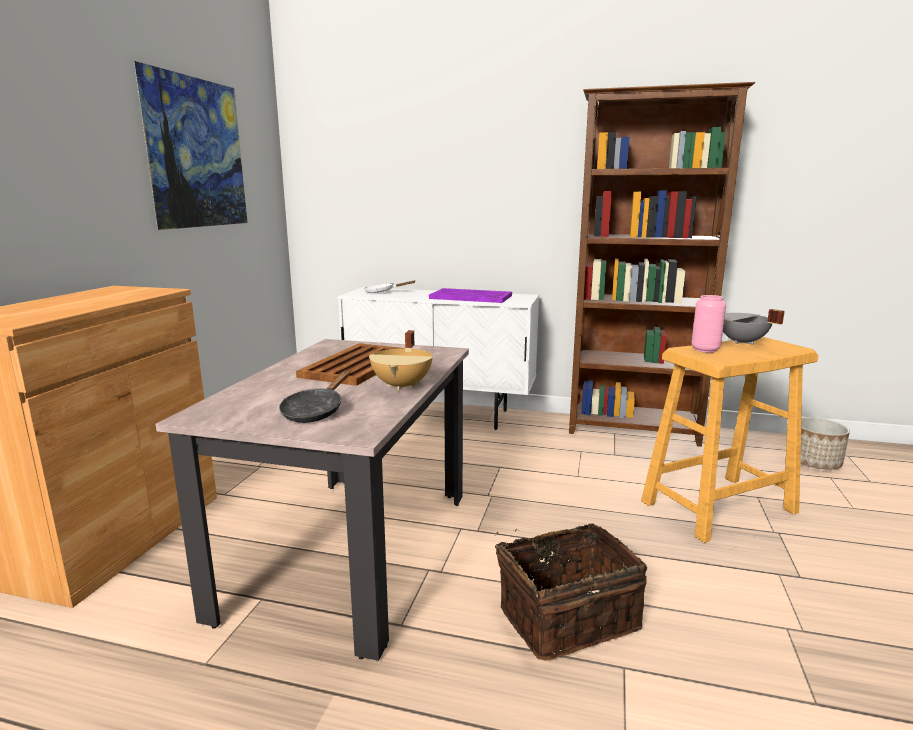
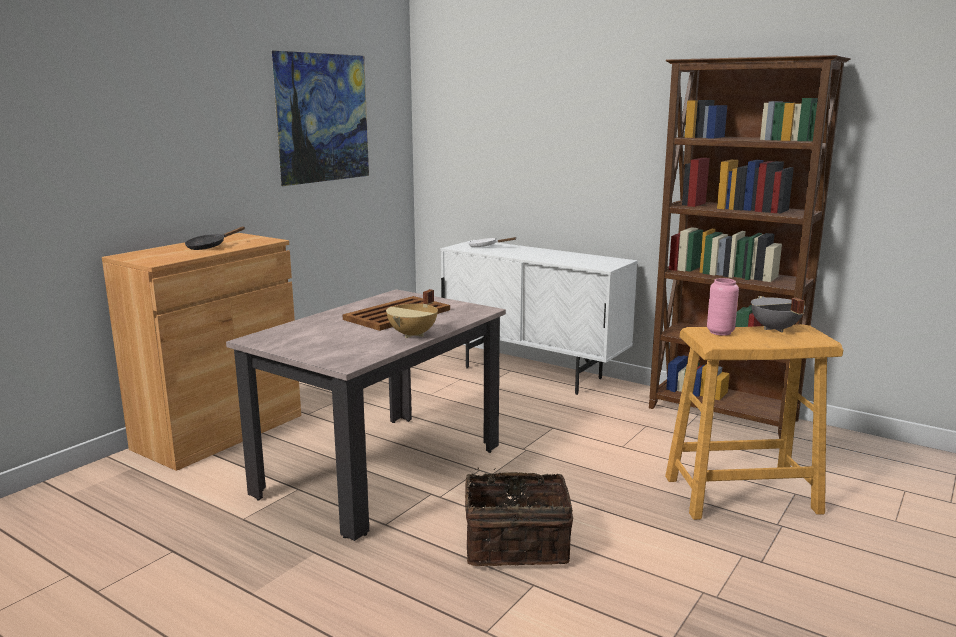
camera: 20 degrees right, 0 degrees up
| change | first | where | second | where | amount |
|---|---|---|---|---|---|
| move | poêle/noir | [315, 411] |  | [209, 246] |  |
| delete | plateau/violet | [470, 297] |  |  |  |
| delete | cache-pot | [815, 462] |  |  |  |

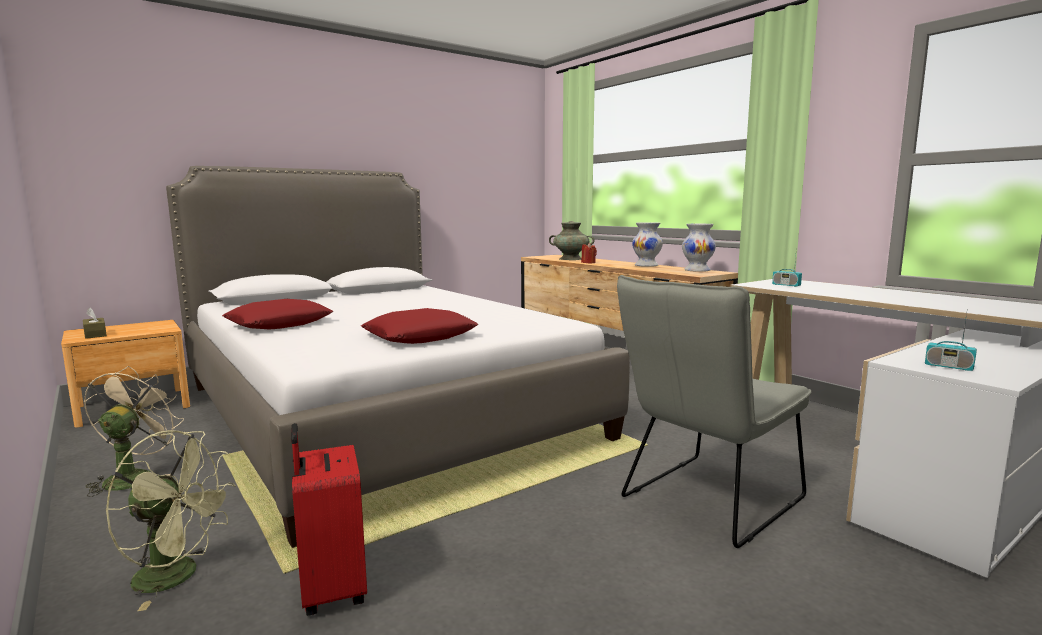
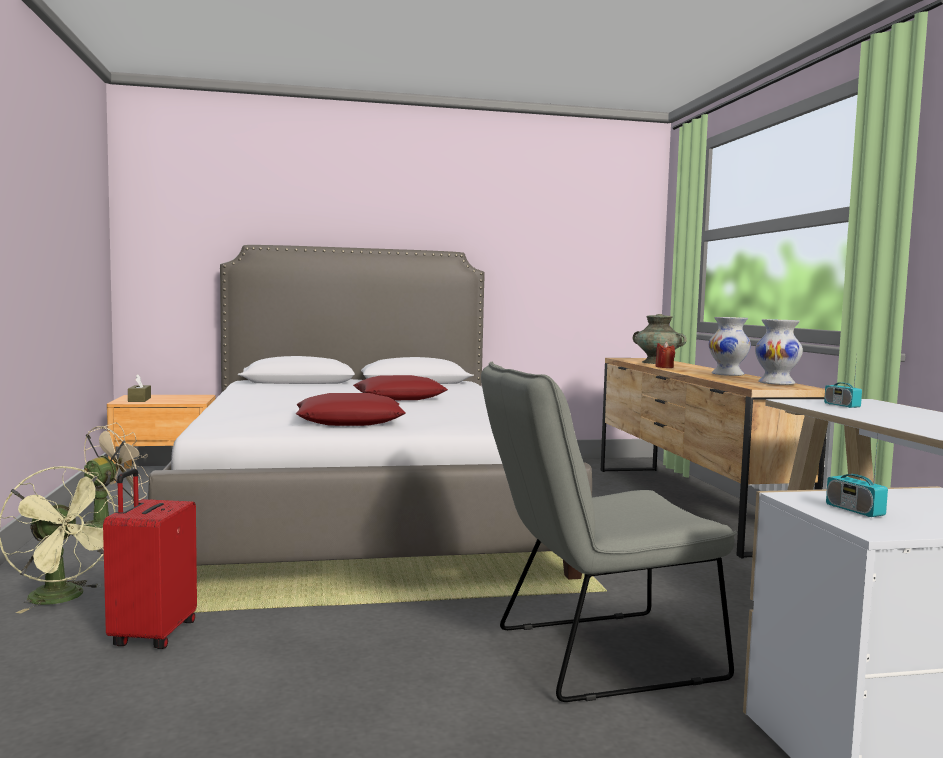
camera: 25 degrees right, 5 degrees down
| change | first | where | second | where | amount |
|---|---|---|---|---|---|
| move | coussin/rouge | [280, 323] |  | [400, 397] |  |

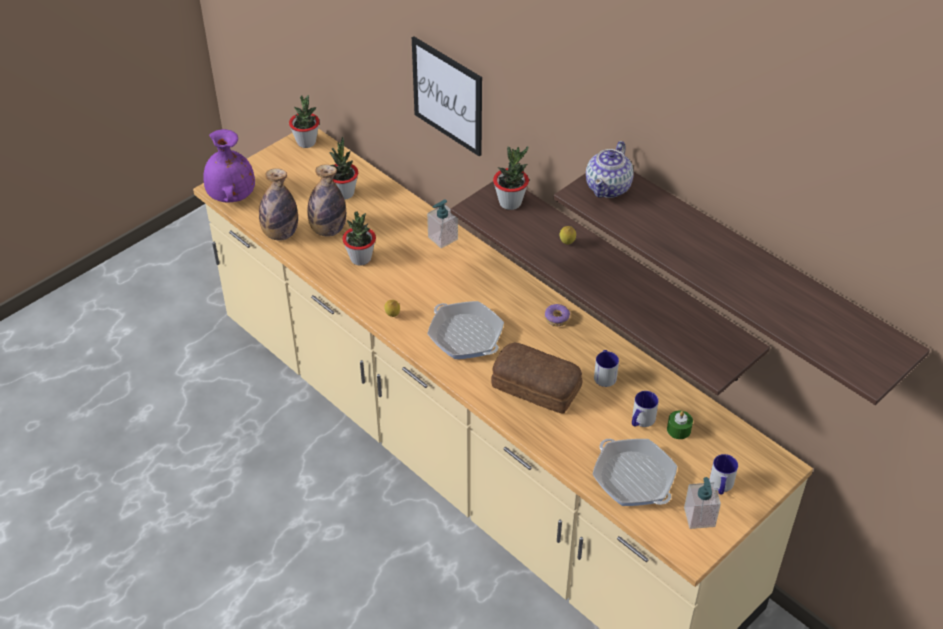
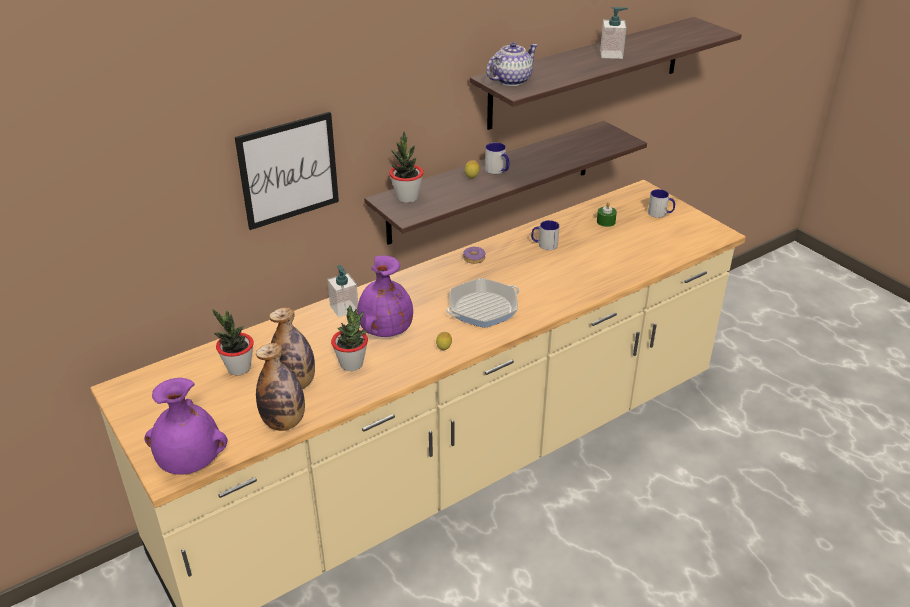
camera: 80 degrees left, 10 degrees down
| change | first | where | second | where | amount |
|---|---|---|---|---|---|
| delete | plante en pot | [306, 142] |  |  |  |
| delete | pain | [537, 388] |  |  |  |
| rotate | théière | [609, 187] |  | [510, 80] | 75 degrees counterclockwise |
| delete | poêle | [633, 478] |  |  |  |
| move | mug | [641, 421] |  | [497, 171] |  |
| move | distributeur de savon | [699, 517] |  | [611, 54] |  |
| insert |  |  | vase/violet | [385, 330] |  |

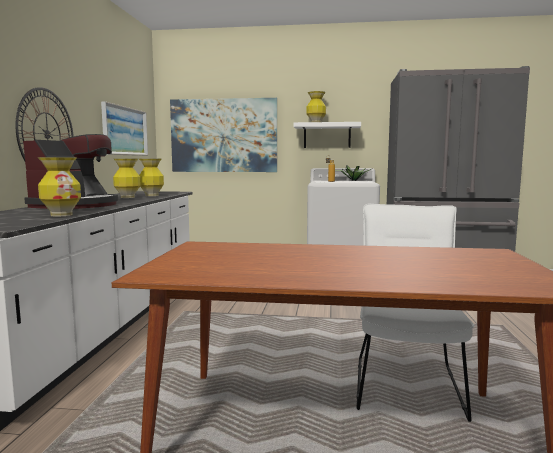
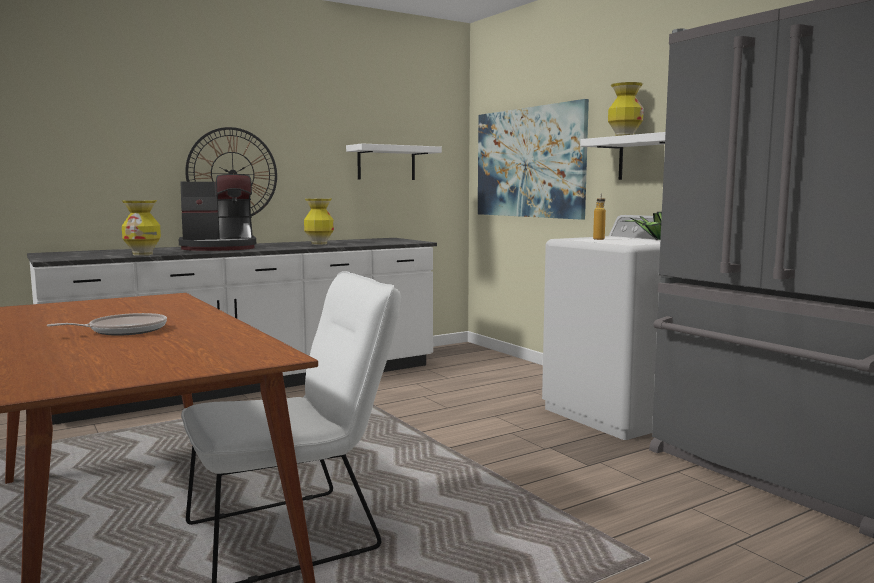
camera: 50 degrees right, 0 degrees up
| change | first | where | second | where | amount |
|---|---|---|---|---|---|
| replace | tableau | [125, 131] | étagère/blanc | [386, 163] |  |
| delete | vase | [151, 195] |  |  |  |
| insert |  |  | poêle | [124, 330] |  |

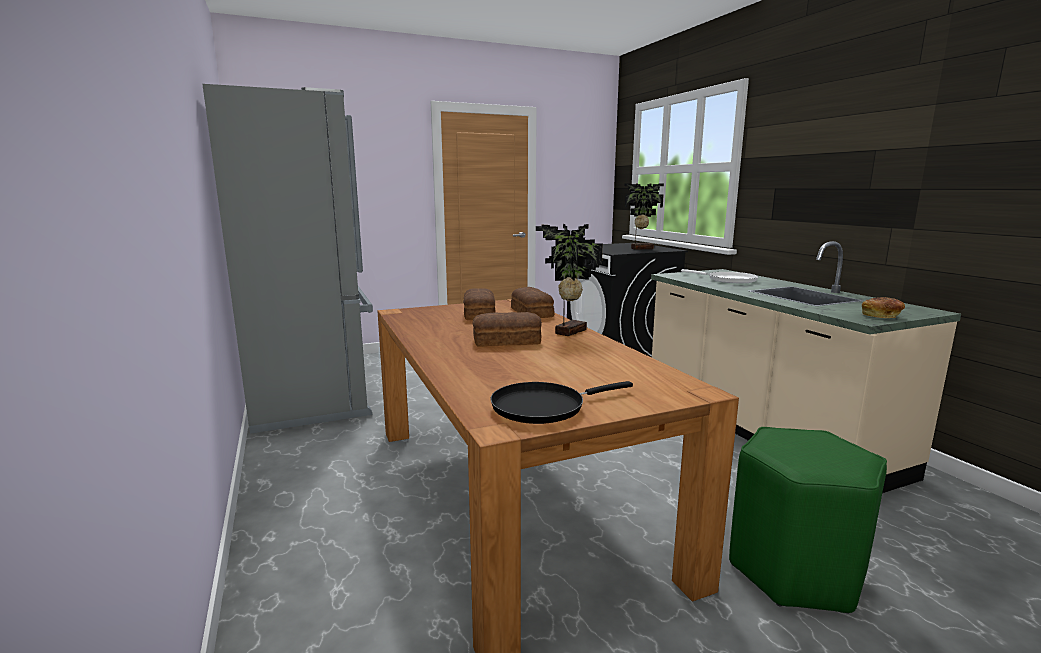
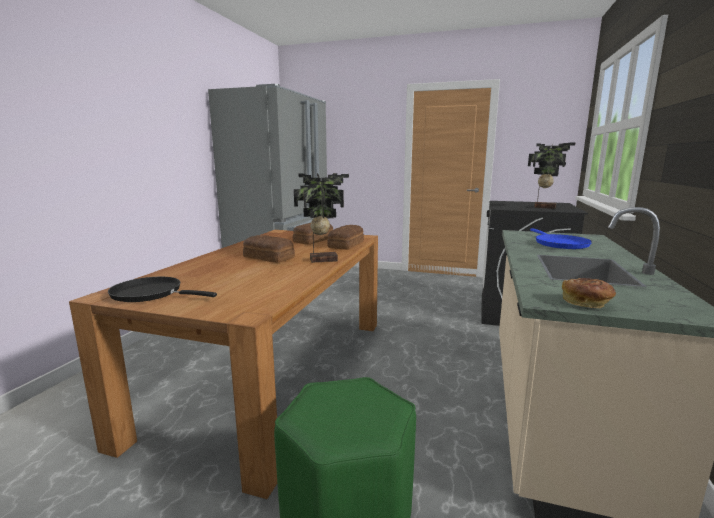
camera: 40 degrees right, 0 degrees up
| change | first | where | second | where | amount |
|---|---|---|---|---|---|
| recolor | poêle/blanc | [728, 280] | poêle/bleu | [559, 244] |  |

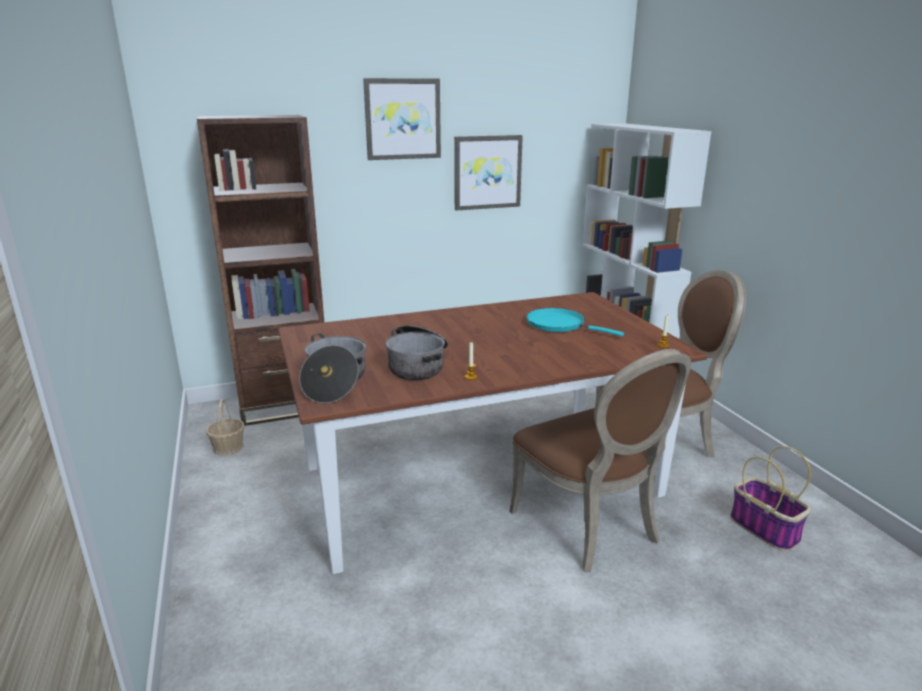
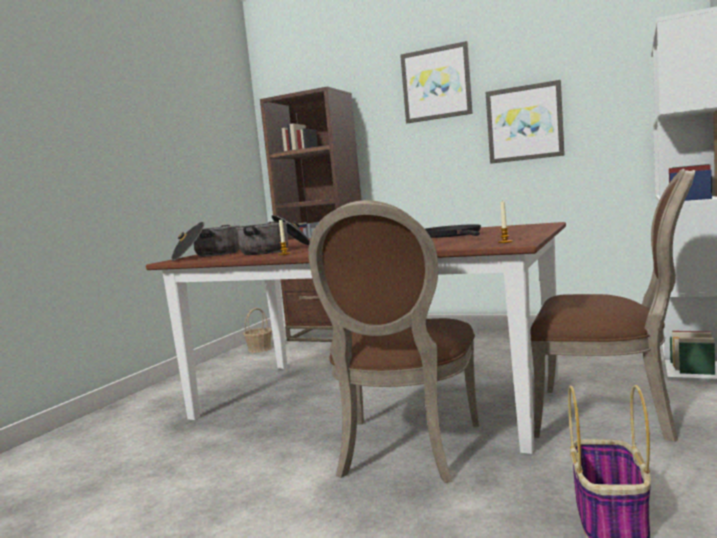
camera: 45 degrees right, 15 degrees down
| change | first | where | second | where | amount |
|---|---|---|---|---|---|
| recolor | poêle/turquoise | [559, 325] | poêle/noir | [451, 235] |  |

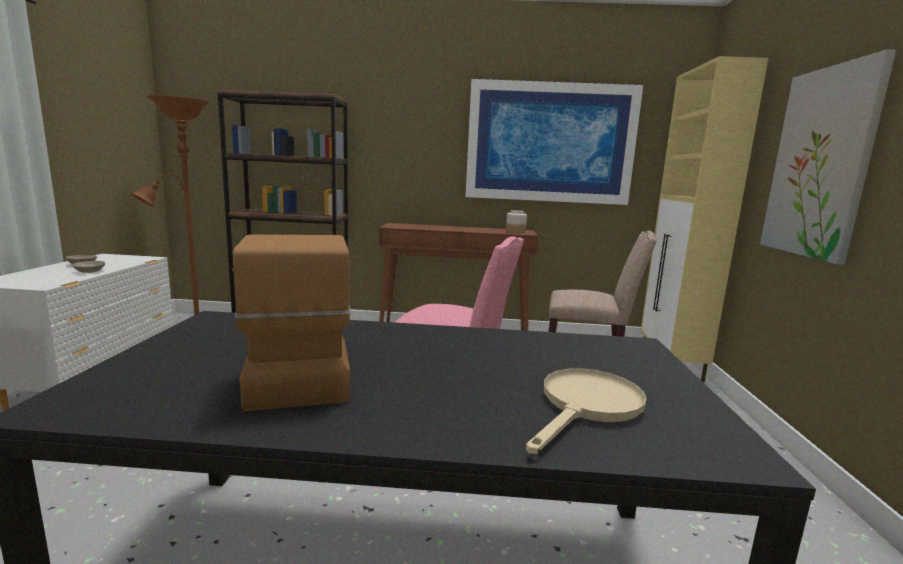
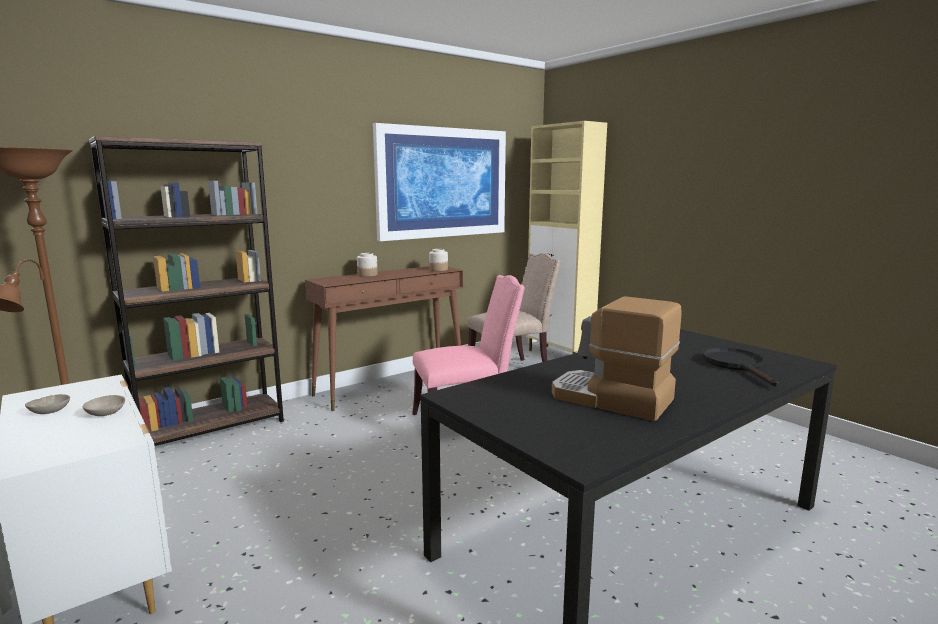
camera: 40 degrees left, 0 degrees up
| change | first | where | second | where | amount |
|---|---|---|---|---|---|
| recolor | poêle/beige | [586, 407] | poêle/noir | [736, 365] |  |
| delete | tableau | [820, 163] |  |  |  |
| insert |  |  | bocal | [367, 275] |  |

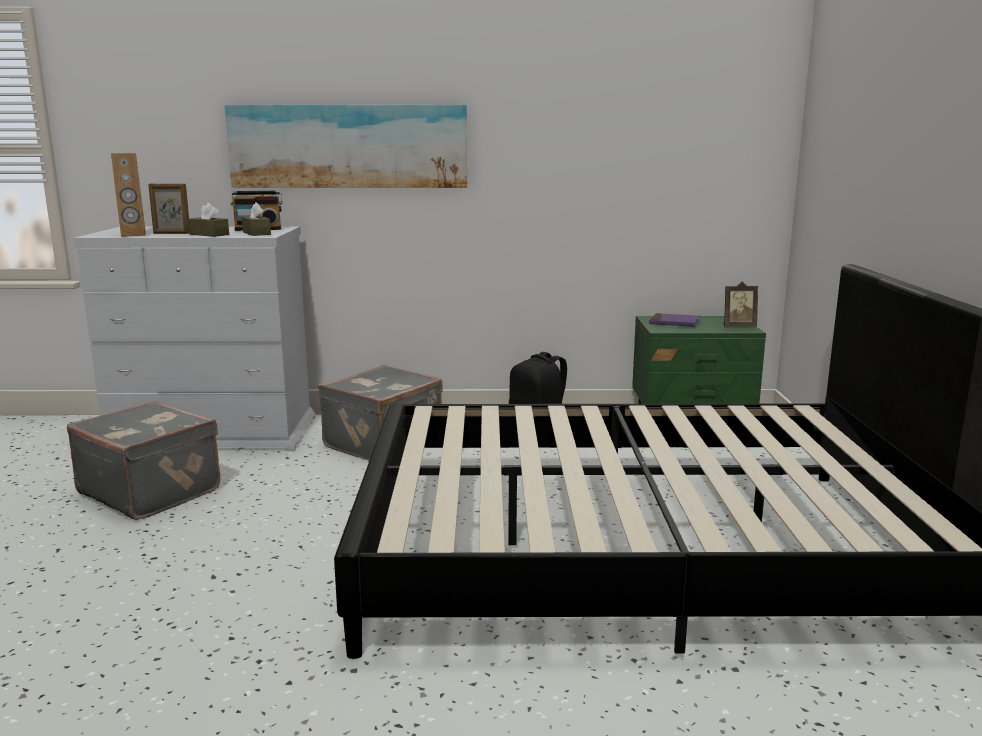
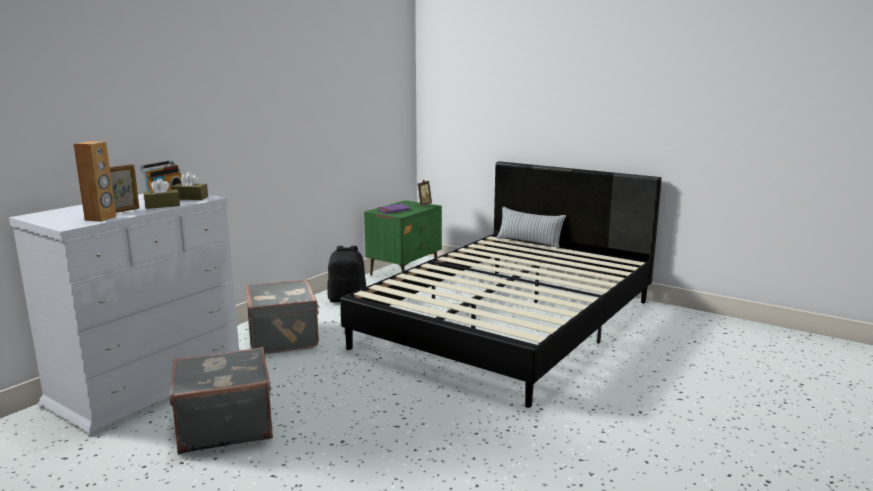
camera: 55 degrees left, 0 degrees up
| change | first | where | second | where | amount |
|---|---|---|---|---|---|
| delete | tableau | [348, 146] |  |  |  |
| insert |  |  | coussin | [529, 242] |  |

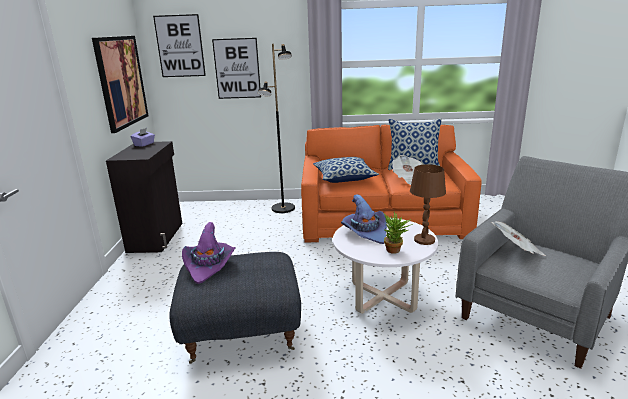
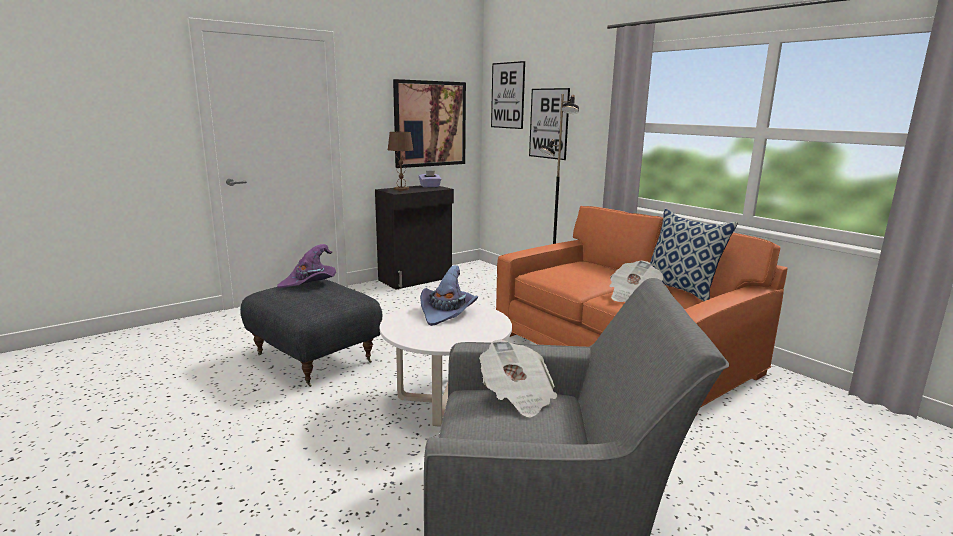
camera: 50 degrees right, 5 degrees down
| change | first | where | second | where | amount |
|---|---|---|---|---|---|
| delete | coussin | [344, 178] |  |  |  |
| delete | plante en pot | [395, 251] |  |  |  |
| move | lampe de table/marron | [424, 240] |  | [401, 189] |  |

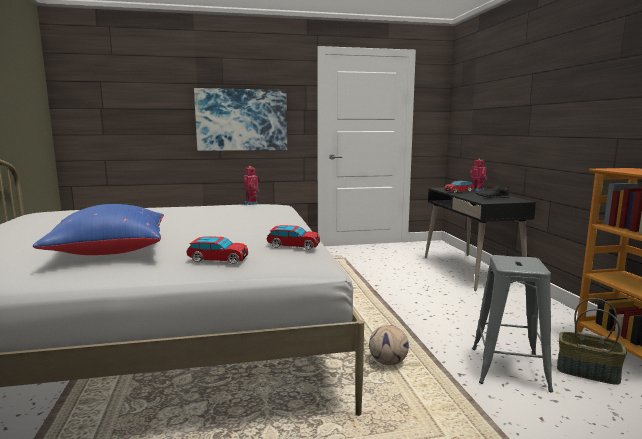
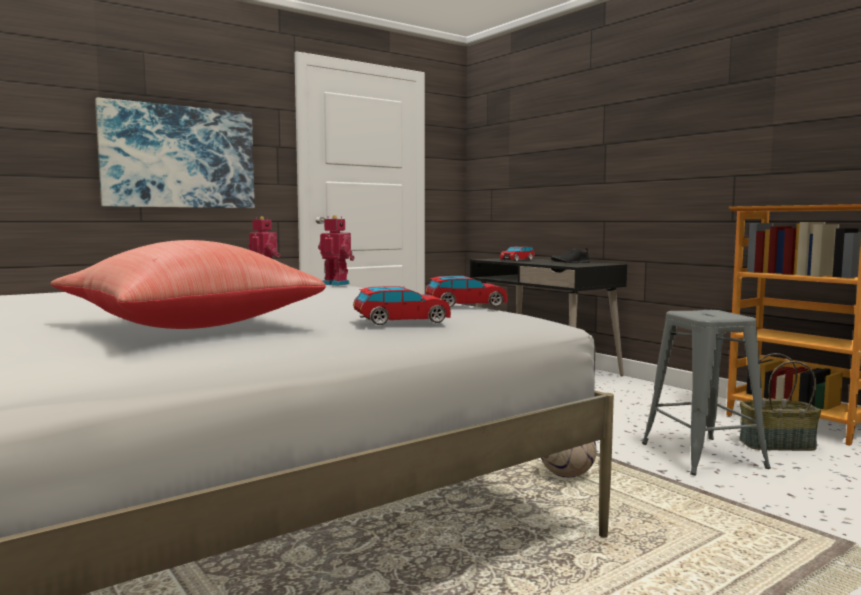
camera: 25 degrees left, 5 degrees down
| change | first | where | second | where | amount |
|---|---|---|---|---|---|
| recolor | coussin/bleu | [109, 252] | coussin/rouge | [186, 328] |  |
| move | robot jouet | [477, 190] |  | [337, 284] |  |

